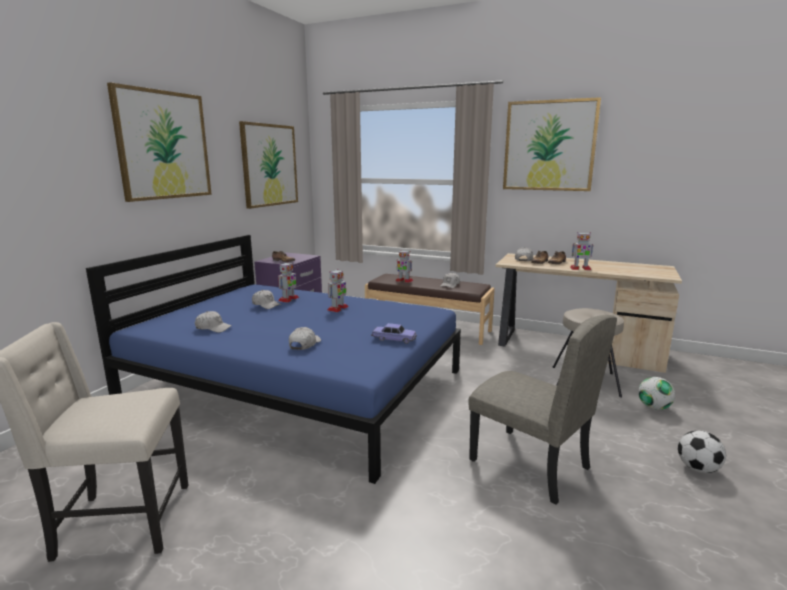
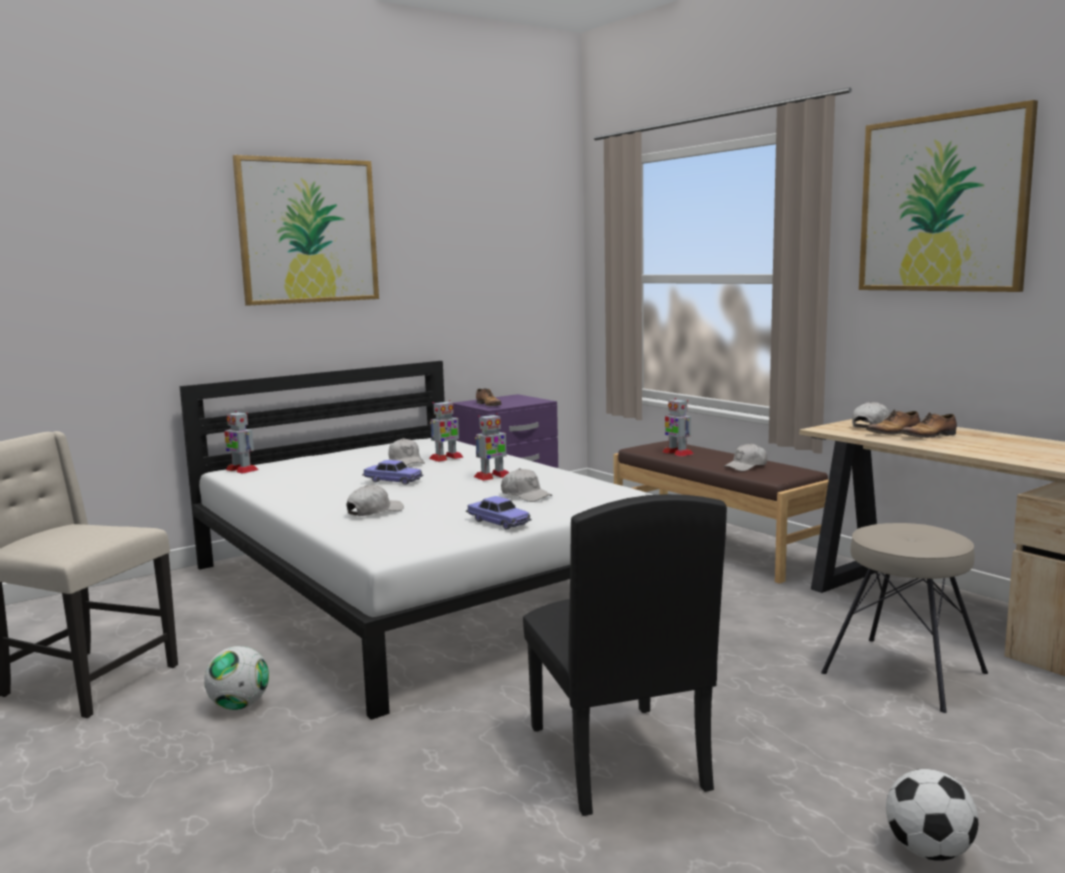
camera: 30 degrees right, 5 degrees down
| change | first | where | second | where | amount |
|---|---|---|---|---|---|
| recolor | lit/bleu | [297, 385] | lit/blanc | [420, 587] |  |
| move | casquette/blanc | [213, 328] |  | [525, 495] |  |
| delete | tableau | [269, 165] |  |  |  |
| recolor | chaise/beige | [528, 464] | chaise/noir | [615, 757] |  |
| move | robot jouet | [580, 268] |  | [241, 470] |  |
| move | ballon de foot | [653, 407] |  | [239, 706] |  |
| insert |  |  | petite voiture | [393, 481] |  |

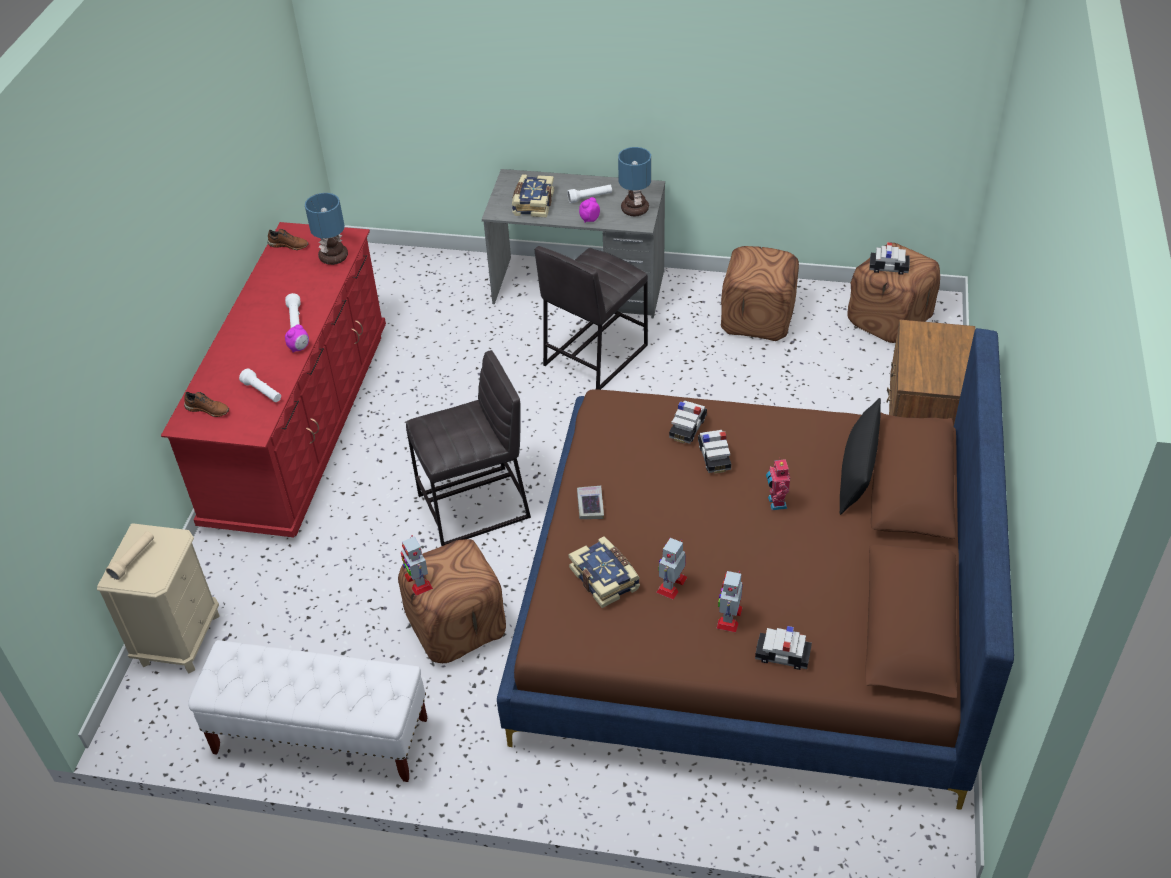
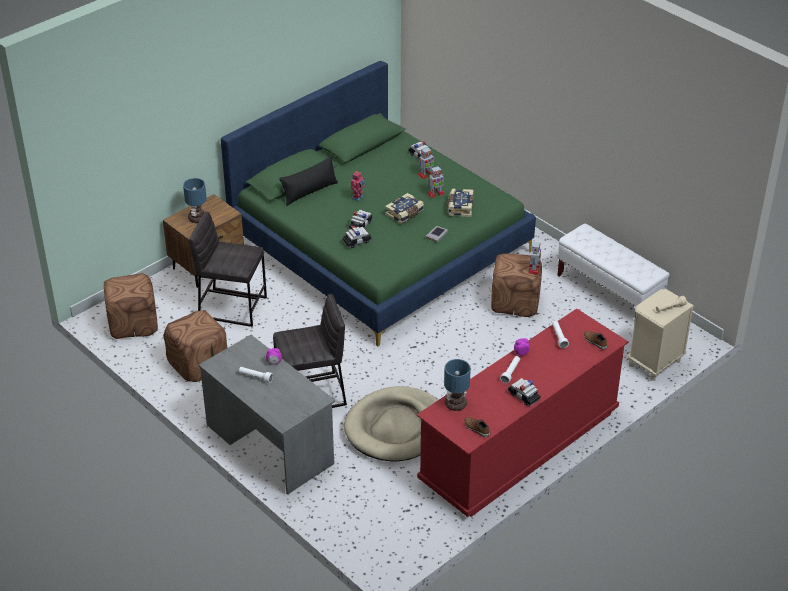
camera: 145 degrees left, 5 degrees down
| change | first | where | second | where | amount |
|---|---|---|---|---|---|
| move | tabouret/gris | [475, 506] |  | [232, 306] |  |
| recolor | lit/marron | [749, 609] | lit/vert | [380, 244] |  |
| move | livre | [532, 203] |  | [405, 214] |  |
| move | lampe de table | [635, 210] |  | [197, 218] |  |
| move | petite voiture | [889, 267] |  | [523, 396] |  |
| insert |  |  | panier pour chien/beige | [396, 428] |  |

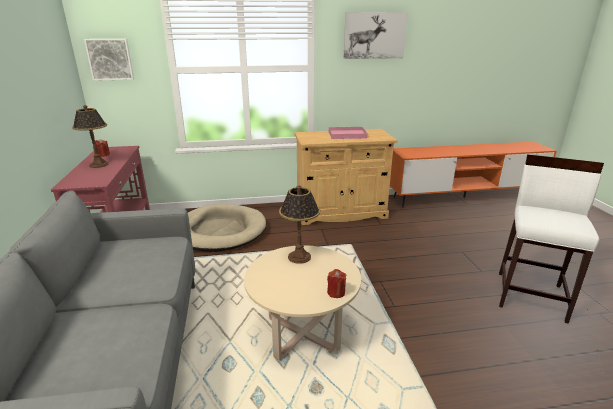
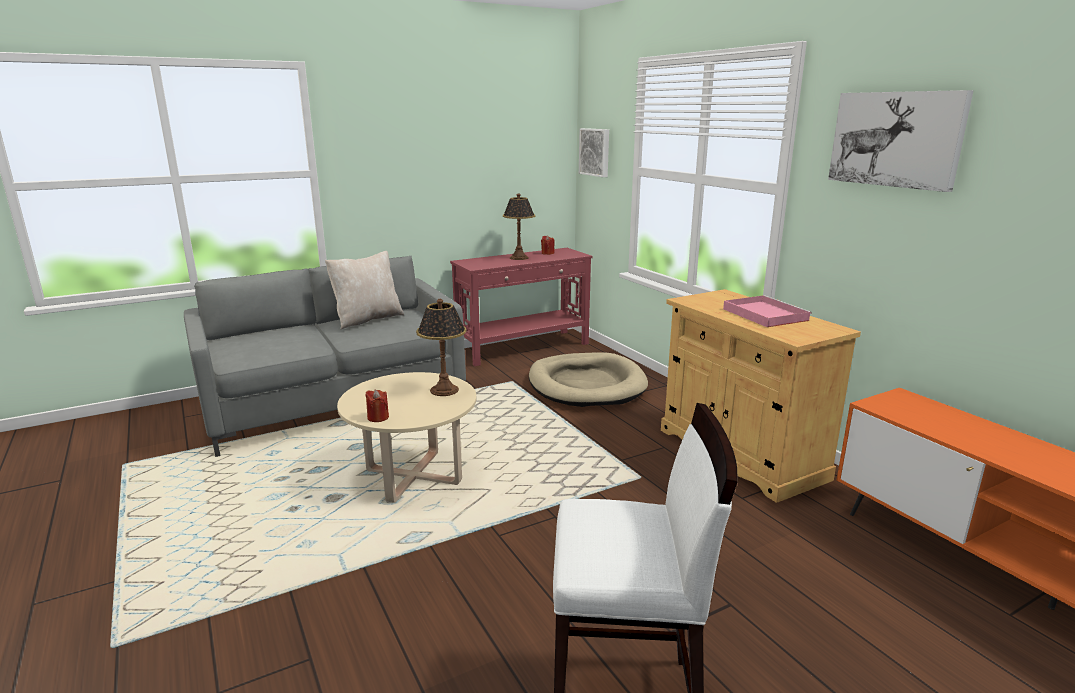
camera: 70 degrees right, 5 degrees down
| change | first | where | second | where | amount |
|---|---|---|---|---|---|
| insert |  |  | coussin/beige | [367, 319] |  |

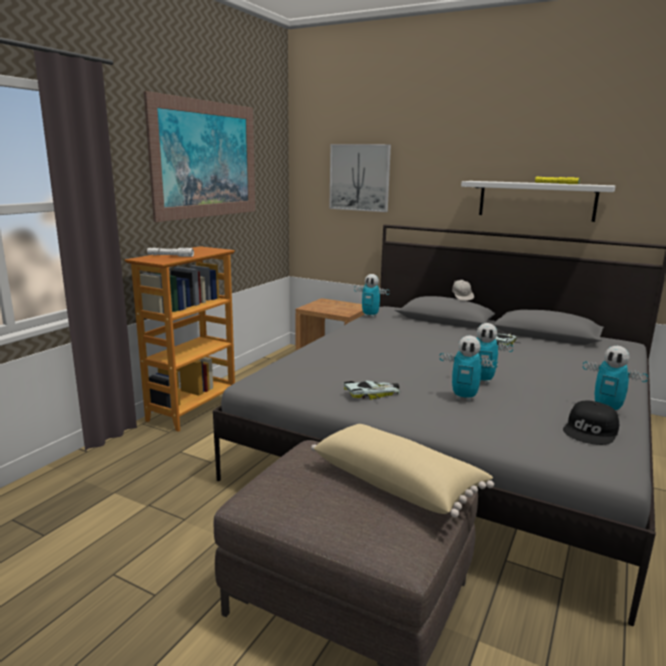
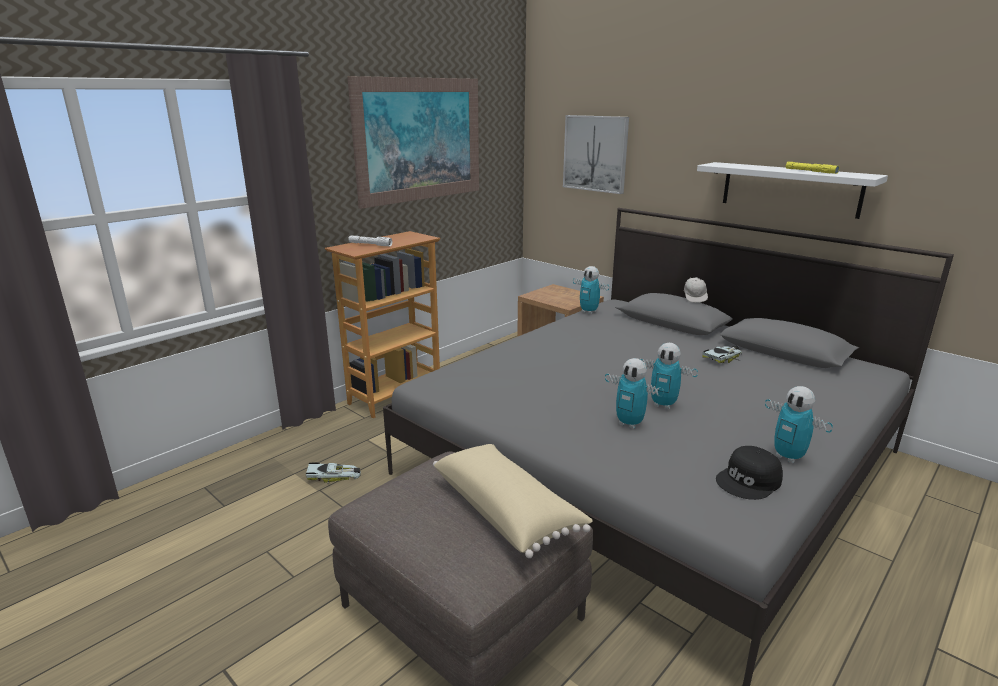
camera: 15 degrees right, 5 degrees up
| change | first | where | second | where | amount |
|---|---|---|---|---|---|
| move | petite voiture | [373, 394] |  | [334, 476] |  |

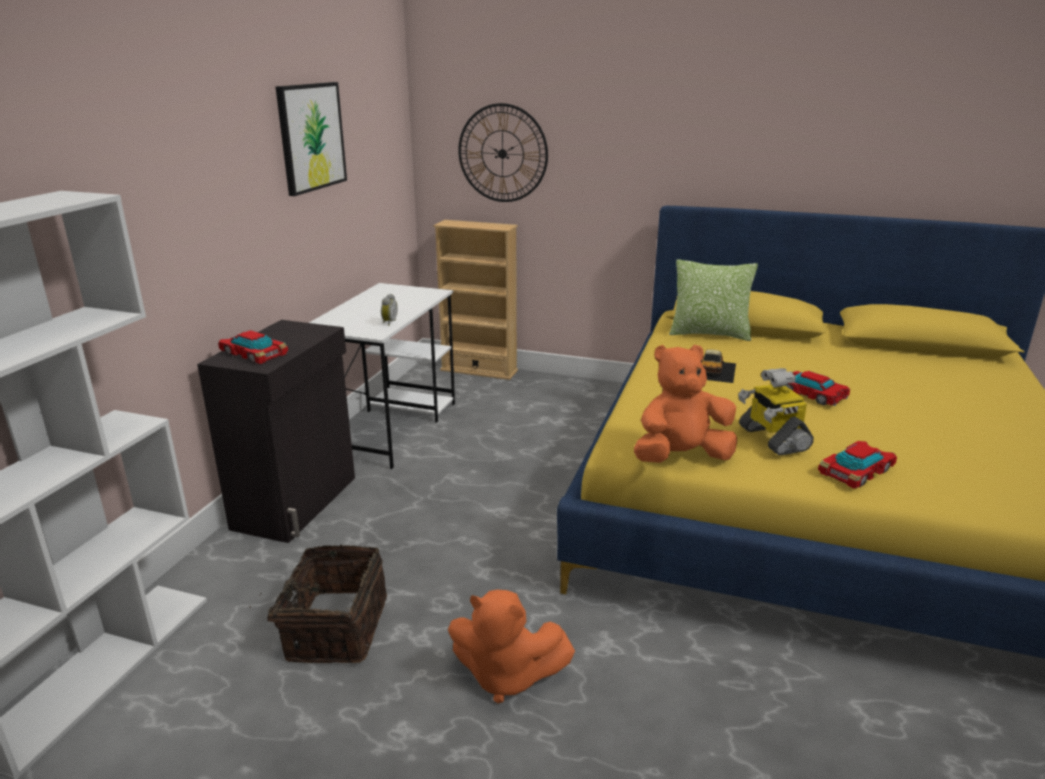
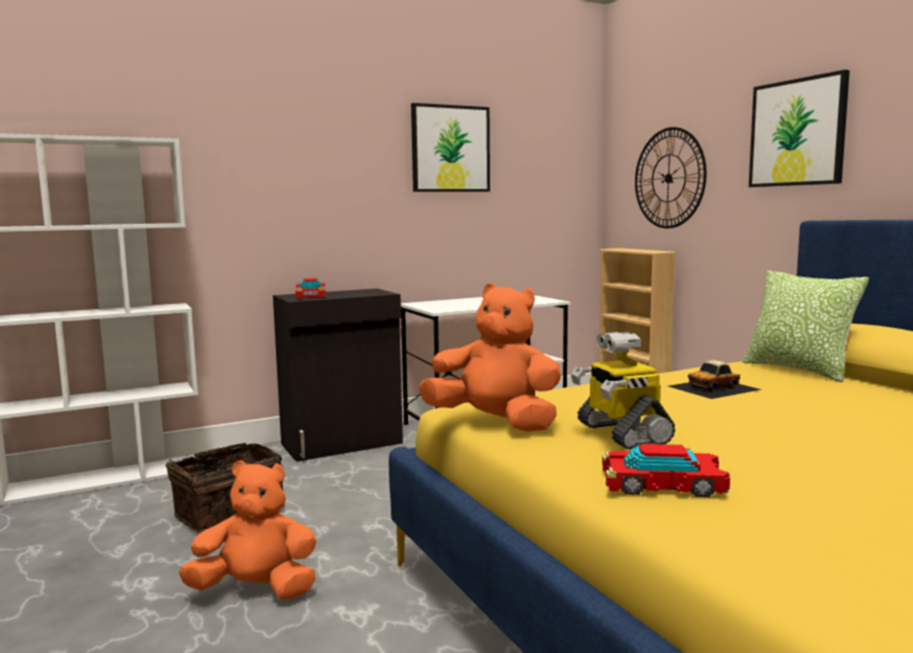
camera: 45 degrees right, 15 degrees down
| change | first | where | second | where | amount |
|---|---|---|---|---|---|
| delete | réveil | [388, 323] |  |  |  |
| rotate | peluche/orange | [506, 676] |  | [256, 590] | 120 degrees clockwise |
| rotate | robot jouet | [772, 438] |  | [621, 433] | 45 degrees counterclockwise |
| delete | petite voiture | [811, 394] |  |  |  |
| insert |  |  | tableau | [797, 133] |  |

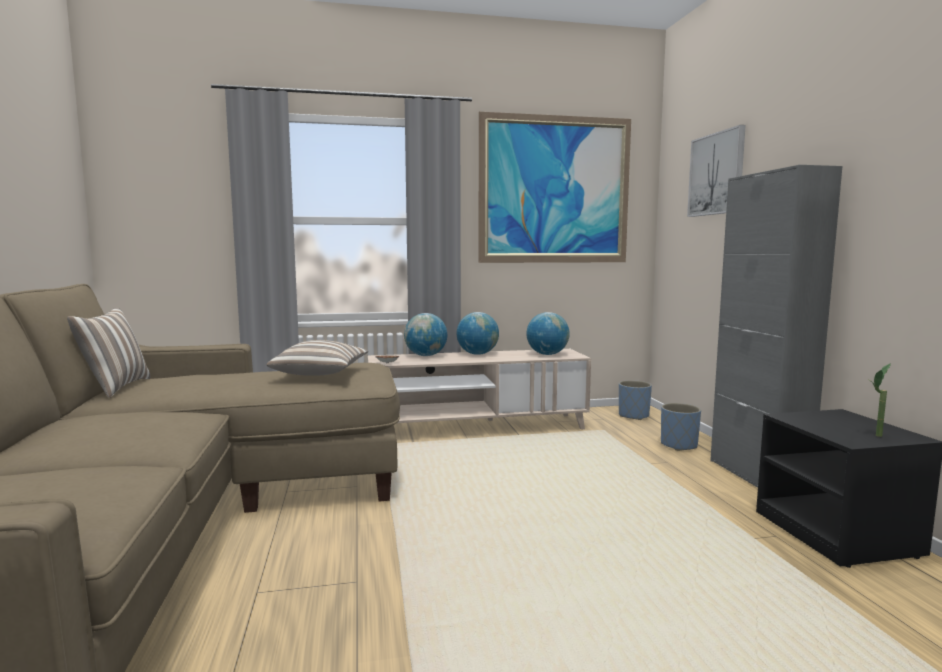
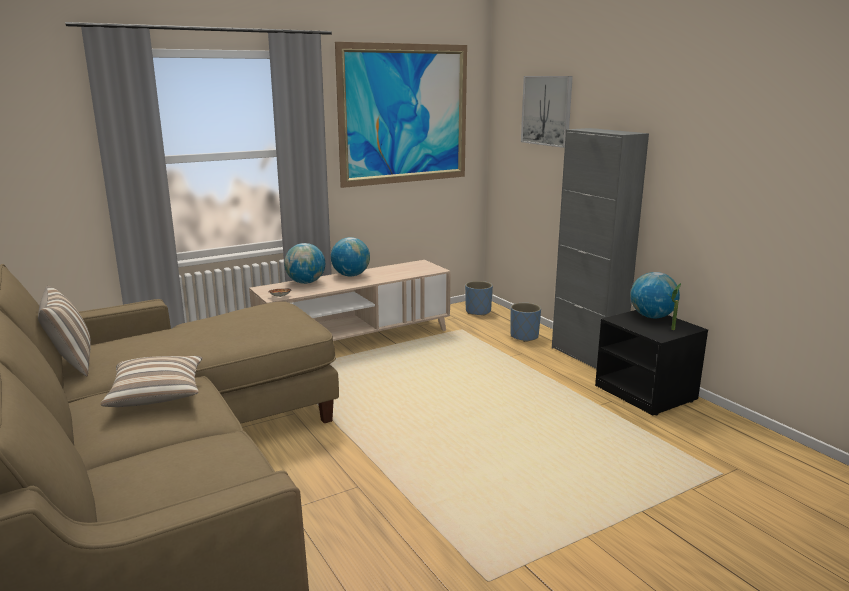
camera: 20 degrees left, 10 degrees up
| change | first | where | second | where | amount |
|---|---|---|---|---|---|
| move | coussin | [321, 373] |  | [157, 396] |  |
| move | globe | [547, 354] |  | [652, 316] |  |

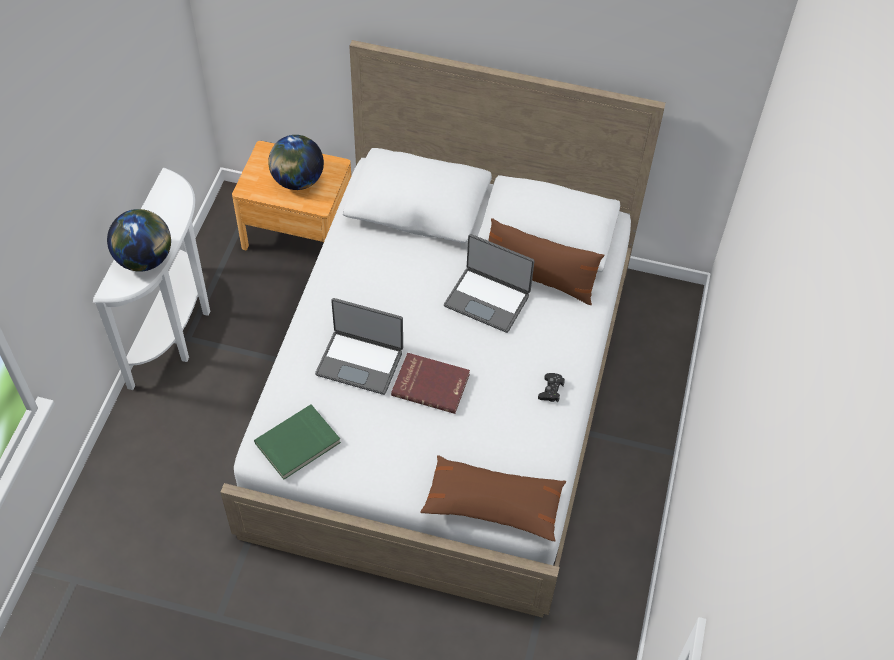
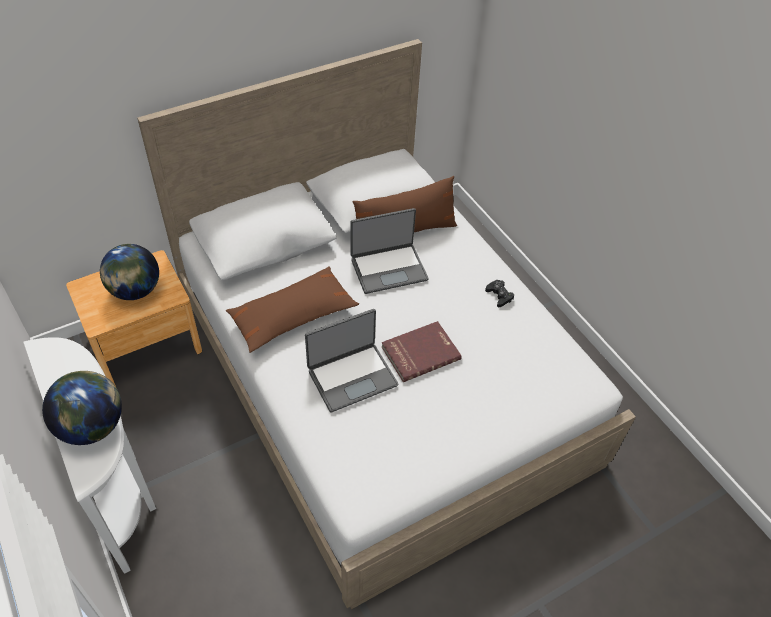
camera: 45 degrees left, 5 degrees down
| change | first | where | second | where | amount |
|---|---|---|---|---|---|
| delete | livre/vert | [298, 444] |  |  |  |
| move | coussin/marron | [493, 504] |  | [292, 316] |  |

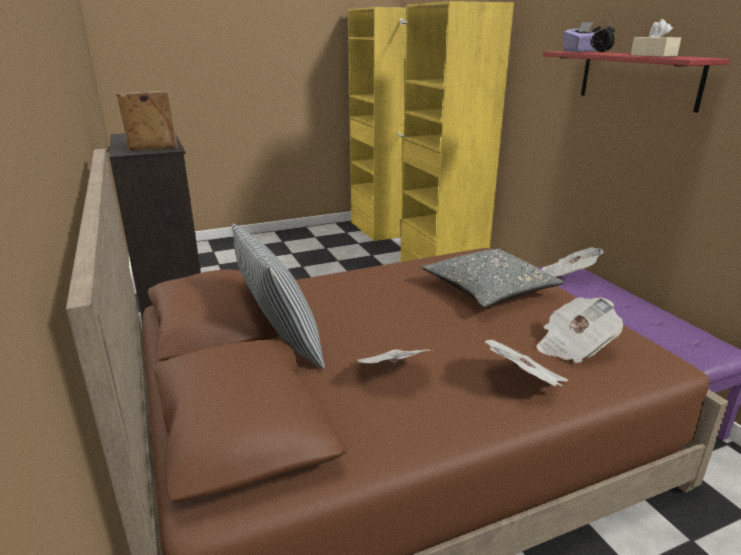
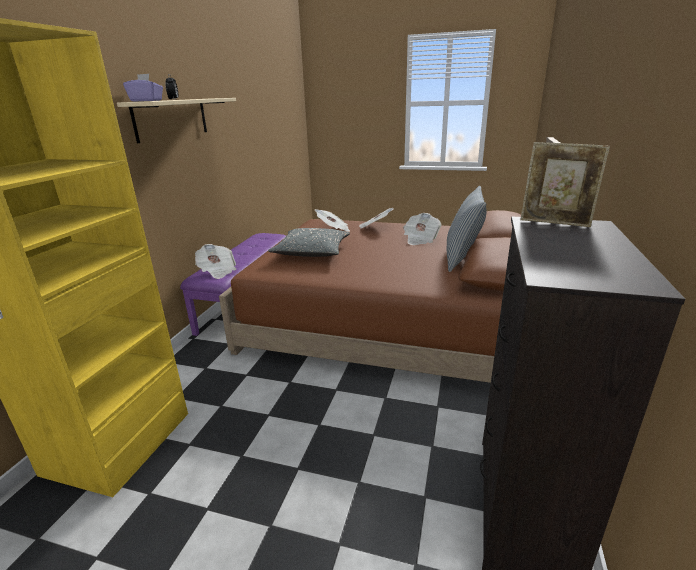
camera: 140 degrees left, 0 degrees up
| change | first | where | second | where | amount |
|---|---|---|---|---|---|
| recolor | étagère/rouge | [638, 79] | étagère/beige | [171, 119] |  |
| delete | boîte à mouchoirs/beige | [653, 55] |  |  |  |

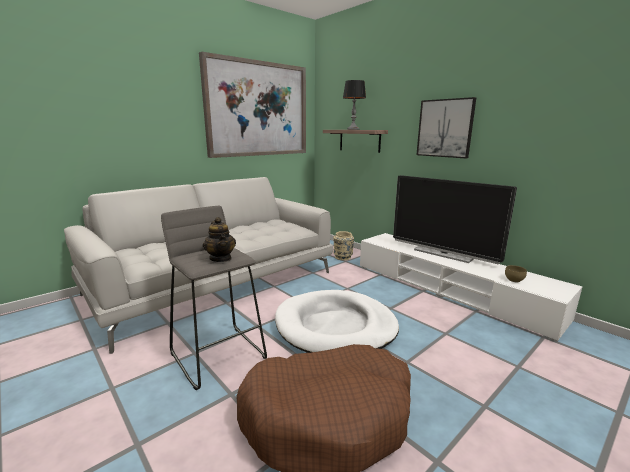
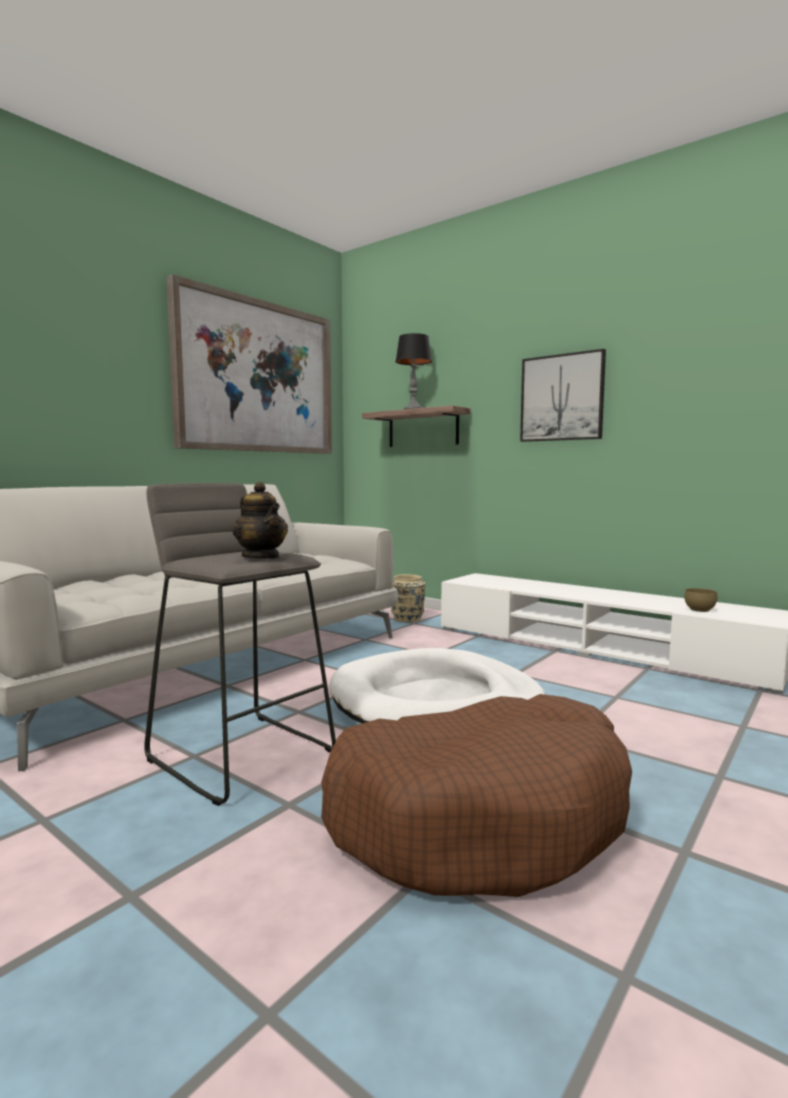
camera: 10 degrees left, 10 degrees down
| change | first | where | second | where | amount |
|---|---|---|---|---|---|
| delete | téléviseur | [443, 254] |  |  |  |

